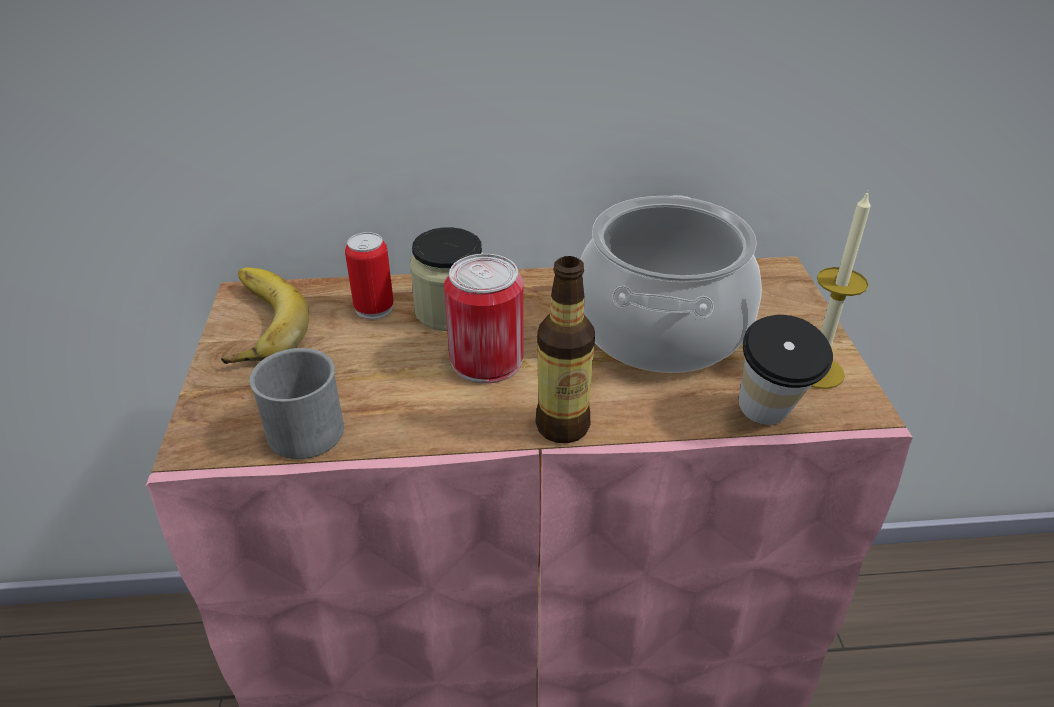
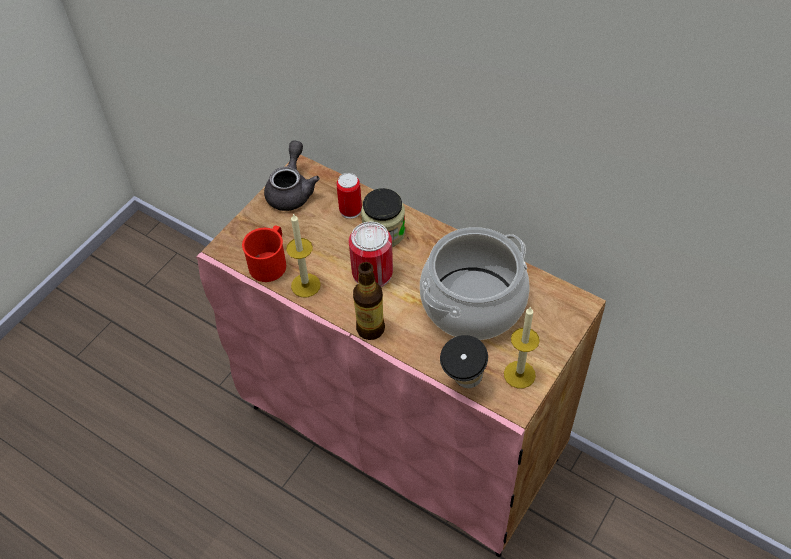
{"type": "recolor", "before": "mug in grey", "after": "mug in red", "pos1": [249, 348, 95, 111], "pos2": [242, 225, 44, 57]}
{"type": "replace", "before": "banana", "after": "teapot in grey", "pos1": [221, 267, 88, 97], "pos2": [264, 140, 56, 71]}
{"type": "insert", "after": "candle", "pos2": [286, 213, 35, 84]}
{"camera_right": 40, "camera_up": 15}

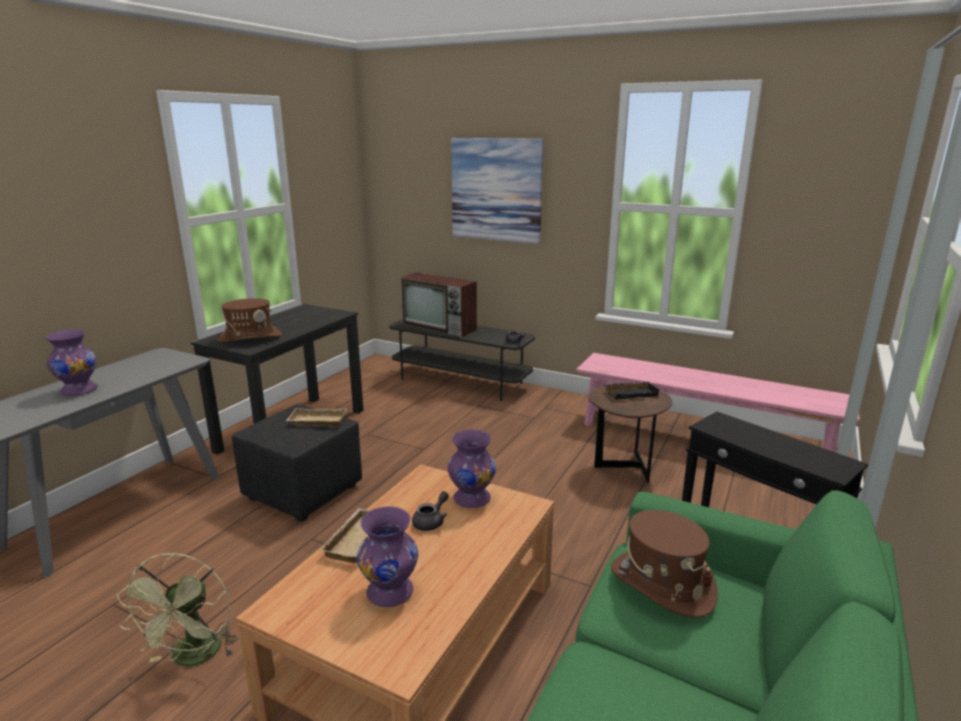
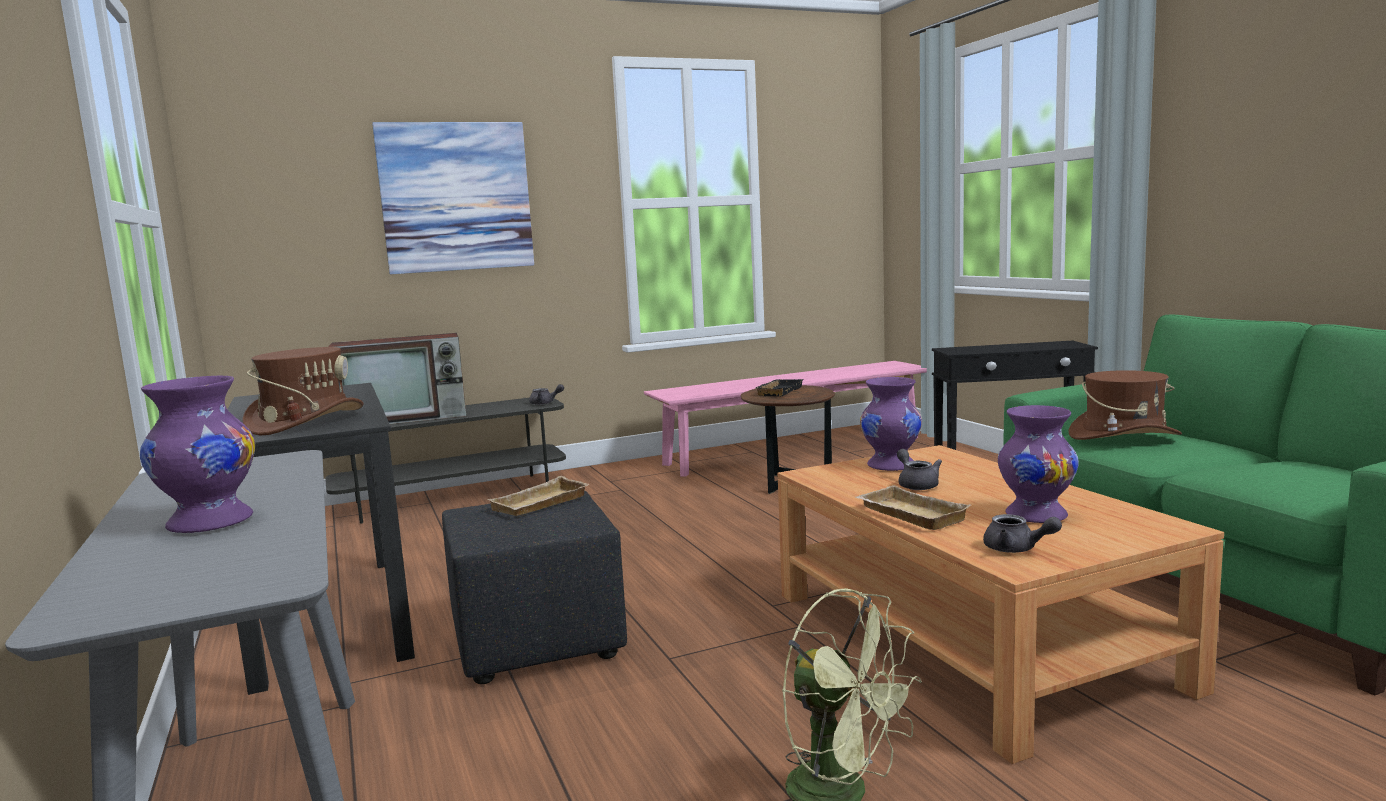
{"type": "insert", "after": "teapot in grey", "pos2": [983, 514, 79, 39]}
{"camera_right": -50, "camera_up": -10}

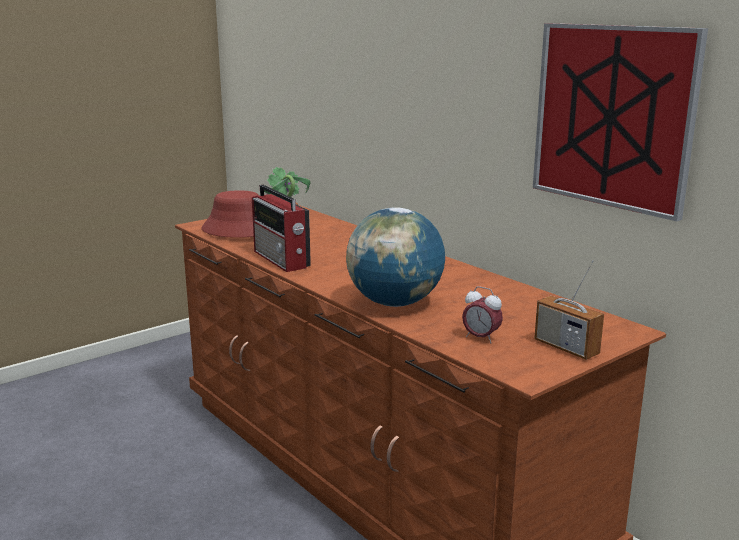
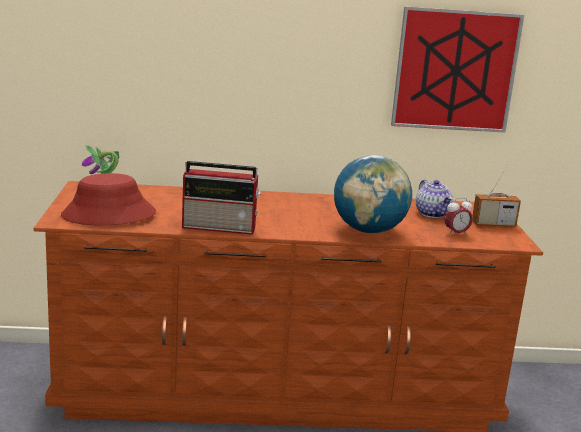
{"type": "insert", "after": "teapot", "pos2": [416, 180, 37, 38]}
{"camera_right": -55, "camera_up": 0}

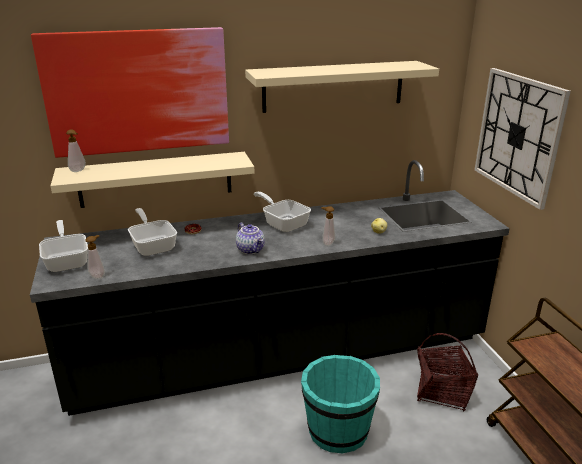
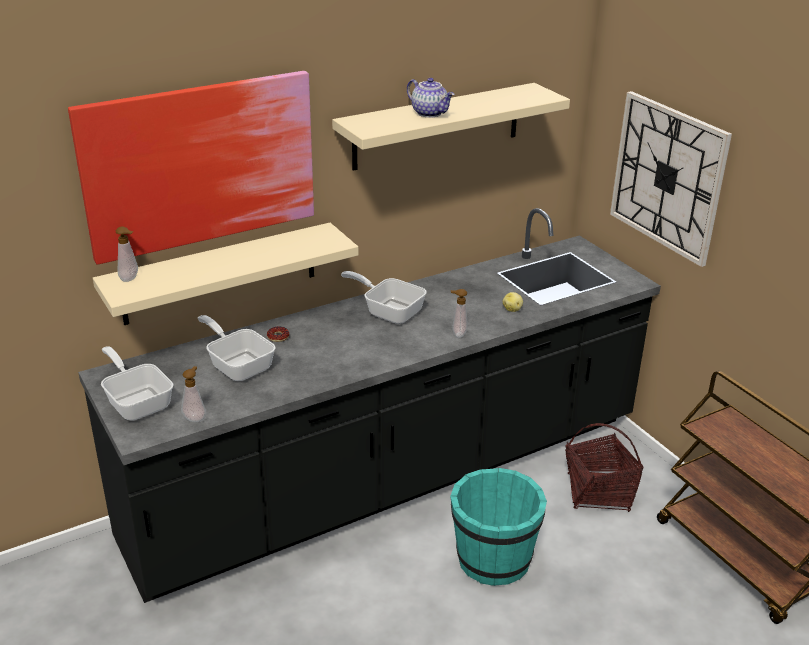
{"type": "move", "before": "teapot", "pos1": [236, 222, 29, 33], "pos2": [407, 78, 47, 40]}
{"camera_right": -15, "camera_up": 5}

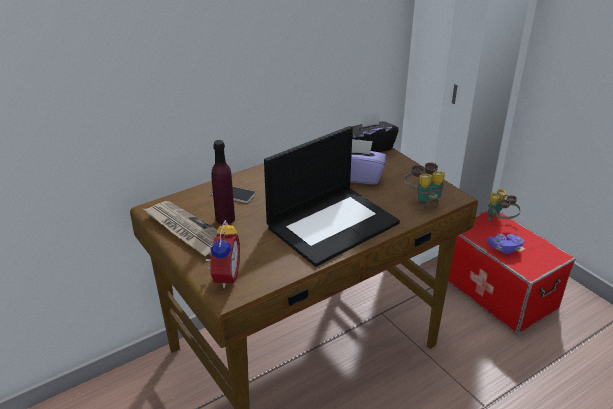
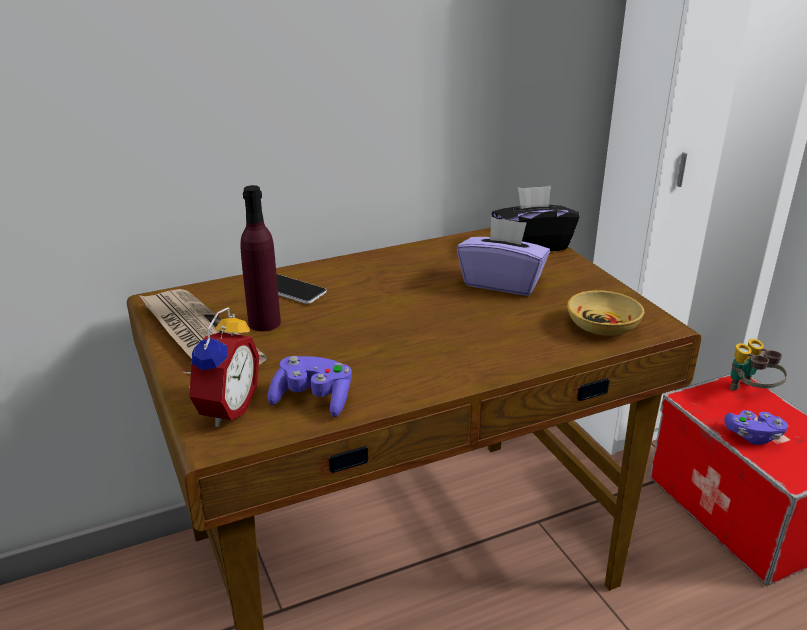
{"type": "insert", "after": "game controller in purple", "pos2": [267, 356, 85, 61]}
{"type": "replace", "before": "binoculars", "after": "bowl in beige", "pos1": [404, 162, 41, 47], "pos2": [567, 290, 77, 46]}
{"type": "delete", "before": "laptop", "pos1": [264, 126, 136, 141]}
{"camera_right": 10, "camera_up": -5}

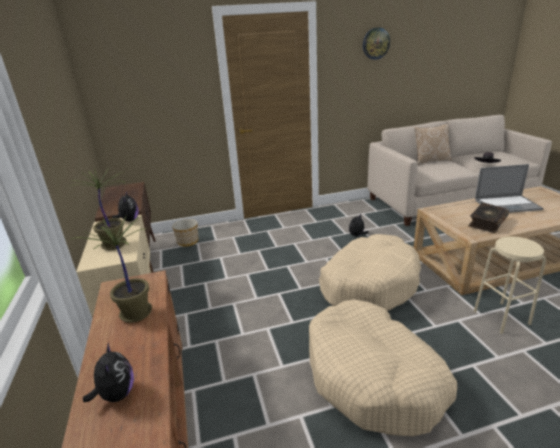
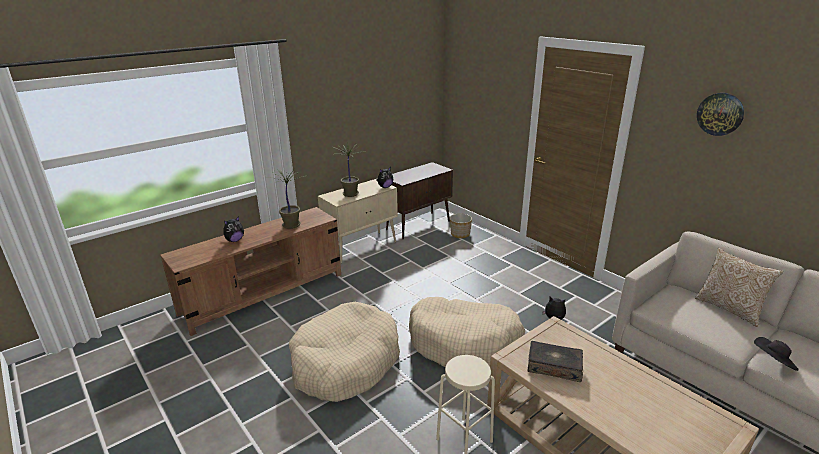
{"type": "delete", "before": "laptop", "pos1": [475, 164, 69, 49]}
{"camera_right": 65, "camera_up": 0}

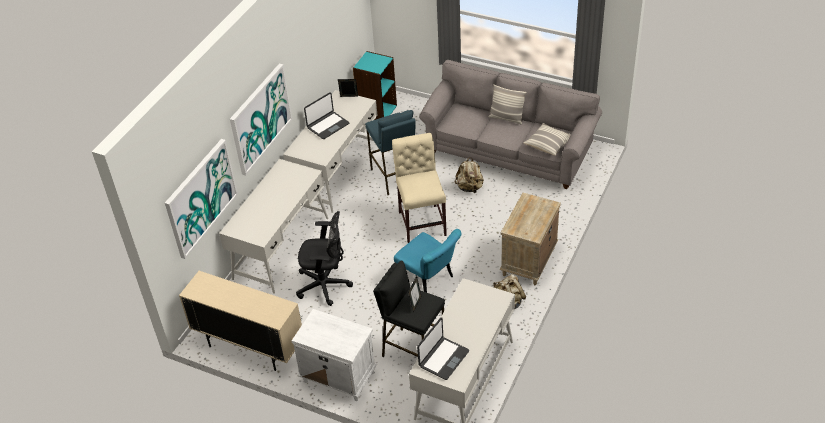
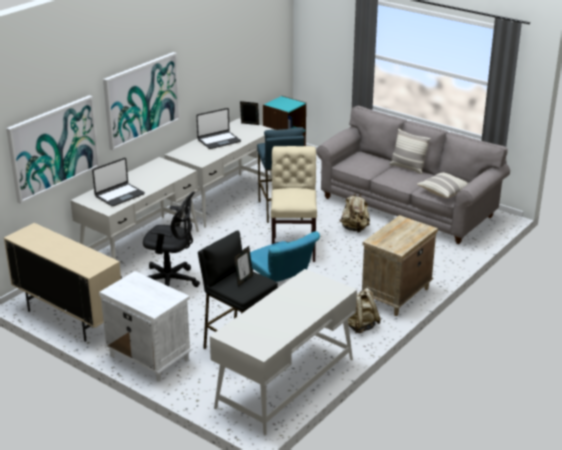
{"type": "move", "before": "laptop", "pos1": [417, 317, 52, 63], "pos2": [92, 158, 53, 48]}
{"camera_right": 10, "camera_up": -15}

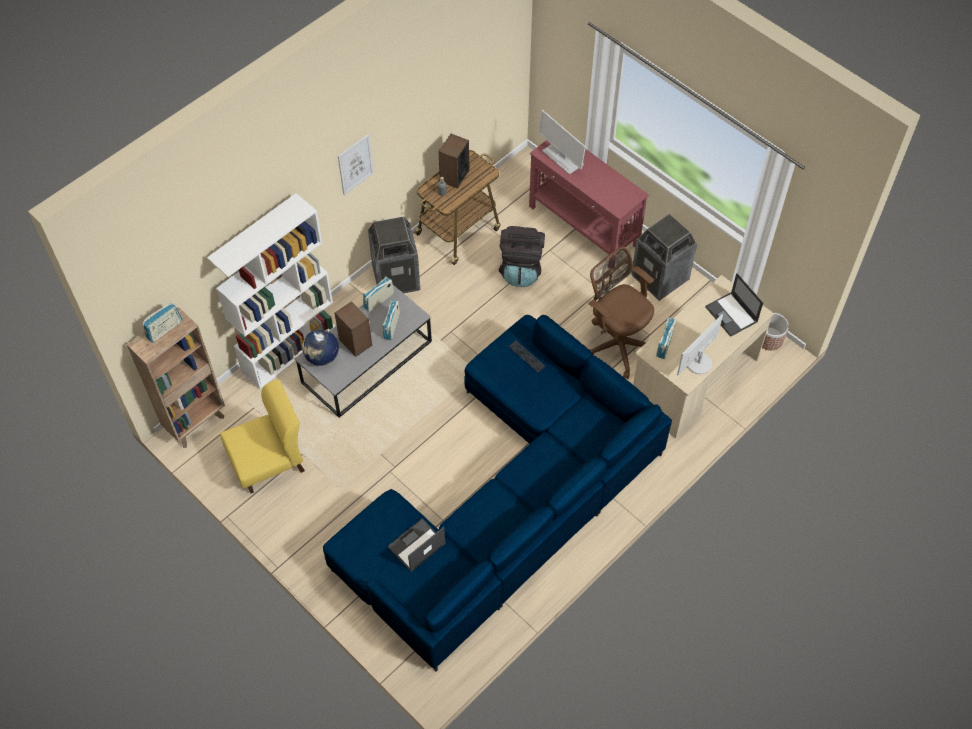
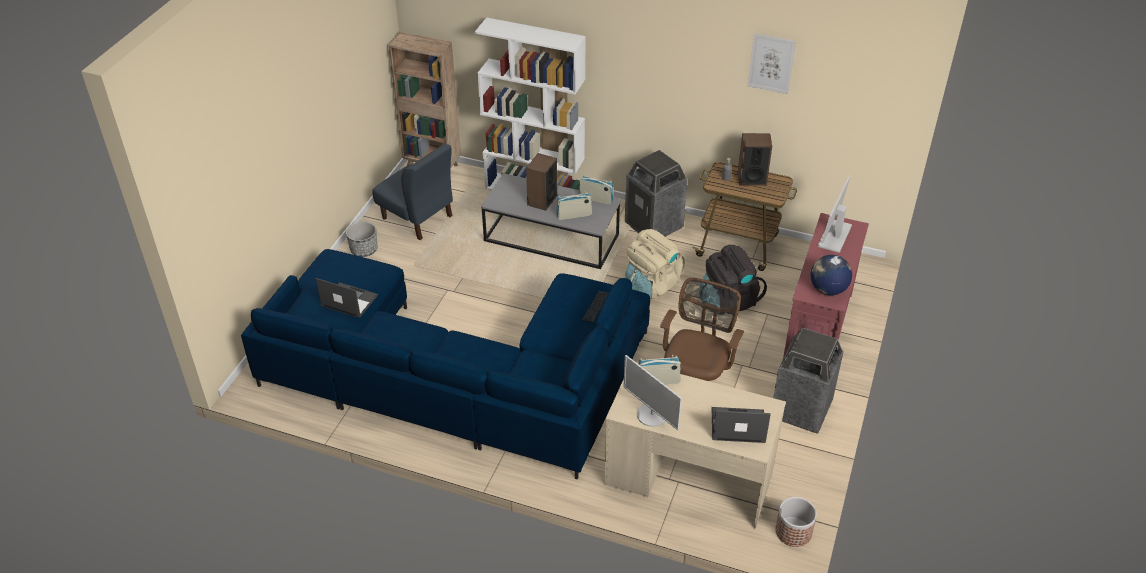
{"type": "insert", "after": "planter", "pos2": [346, 221, 31, 36]}
{"type": "recolor", "before": "chair in yellow", "after": "chair in blue", "pos1": [220, 379, 85, 114], "pos2": [372, 144, 81, 96]}
{"type": "rotate", "before": "monitor", "pos1": [677, 314, 46, 61], "pos2": [623, 355, 59, 75], "turn": -150}
{"type": "insert", "after": "backpack in beige", "pos2": [625, 229, 61, 70]}
{"type": "rotate", "before": "laptop", "pos1": [705, 273, 58, 64], "pos2": [711, 407, 60, 36], "turn": 60}
{"type": "move", "before": "picture", "pos1": [338, 134, 36, 61], "pos2": [748, 33, 48, 61]}
{"type": "move", "before": "globe", "pos1": [302, 329, 37, 37], "pos2": [811, 255, 41, 41]}
{"type": "delete", "before": "radio", "pos1": [143, 302, 39, 41]}
{"camera_right": 65, "camera_up": -15}

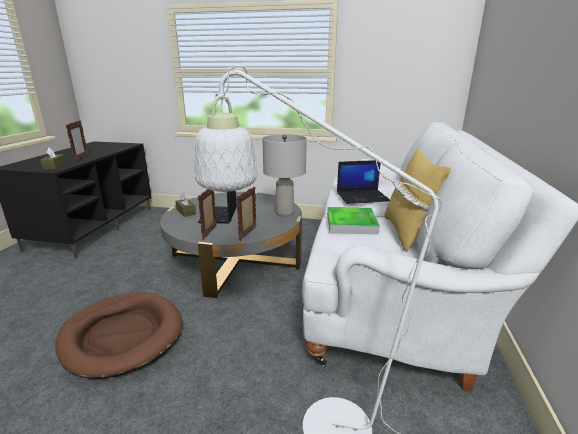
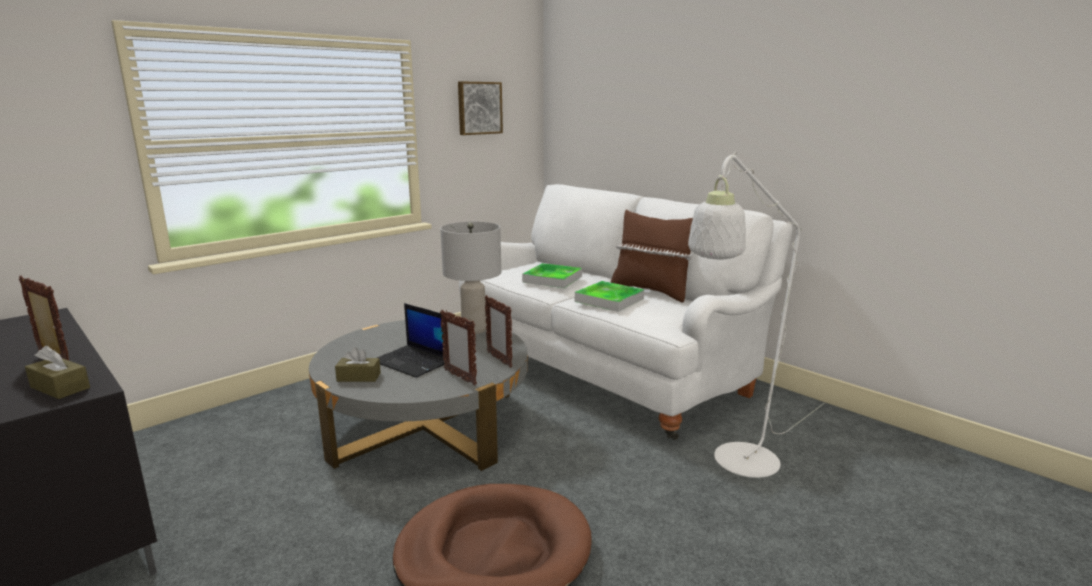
{"type": "insert", "after": "picture", "pos2": [458, 81, 45, 54]}
{"type": "replace", "before": "laptop", "after": "tray", "pos1": [337, 160, 53, 44], "pos2": [522, 263, 60, 25]}
{"type": "recolor", "before": "pillow in yellow", "after": "pillow in brown", "pos1": [384, 148, 67, 104], "pos2": [610, 210, 83, 93]}
{"camera_right": -55, "camera_up": -5}

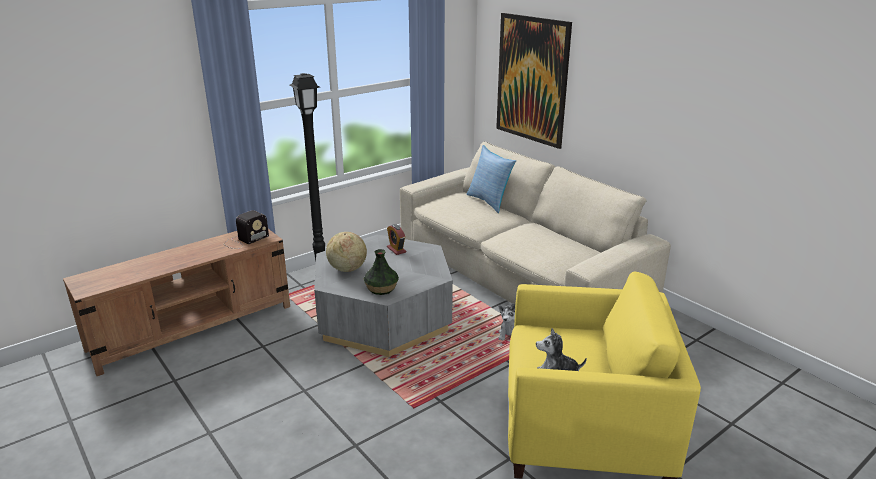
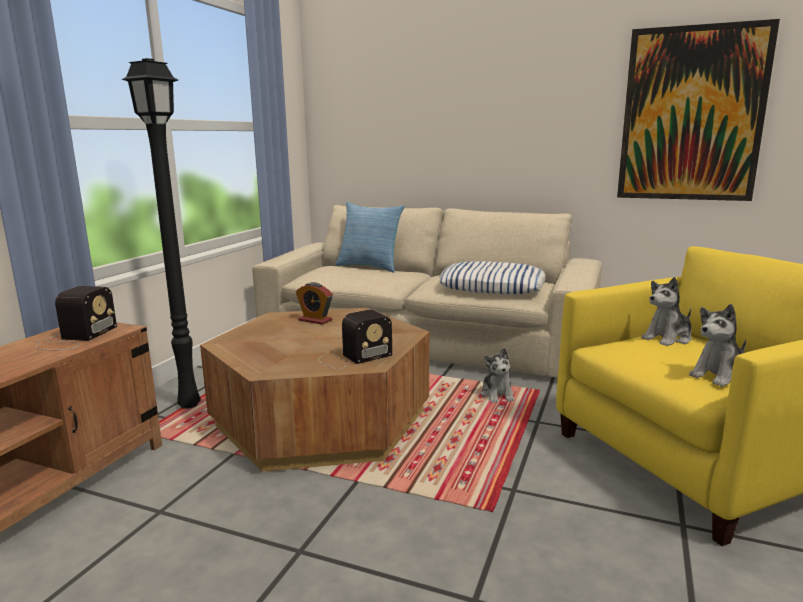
{"type": "recolor", "before": "coffee table in grey", "after": "coffee table in brown", "pos1": [314, 234, 139, 123], "pos2": [200, 308, 229, 164]}
{"type": "replace", "before": "vase", "after": "radio", "pos1": [363, 249, 36, 46], "pos2": [318, 310, 74, 59]}
{"type": "insert", "after": "pillow", "pos2": [439, 261, 107, 33]}
{"type": "move", "before": "picture", "pos1": [496, 13, 76, 136], "pos2": [617, 19, 163, 182]}
{"type": "insert", "after": "plush toy", "pos2": [641, 277, 51, 69]}
{"type": "delete", "before": "globe", "pos1": [326, 232, 41, 40]}
{"camera_right": -30, "camera_up": -10}

